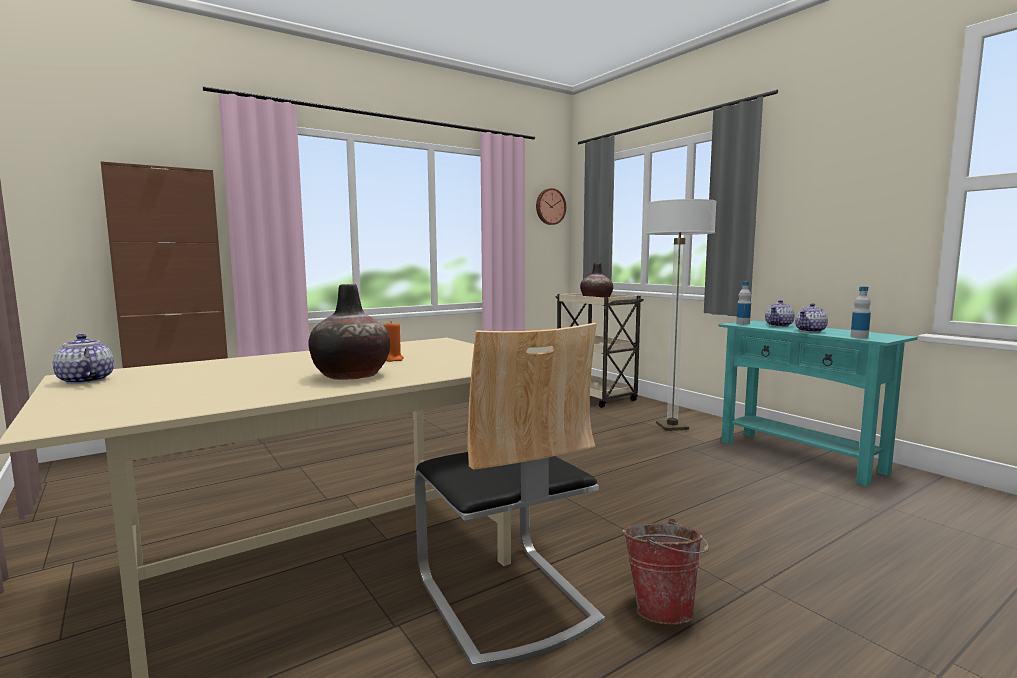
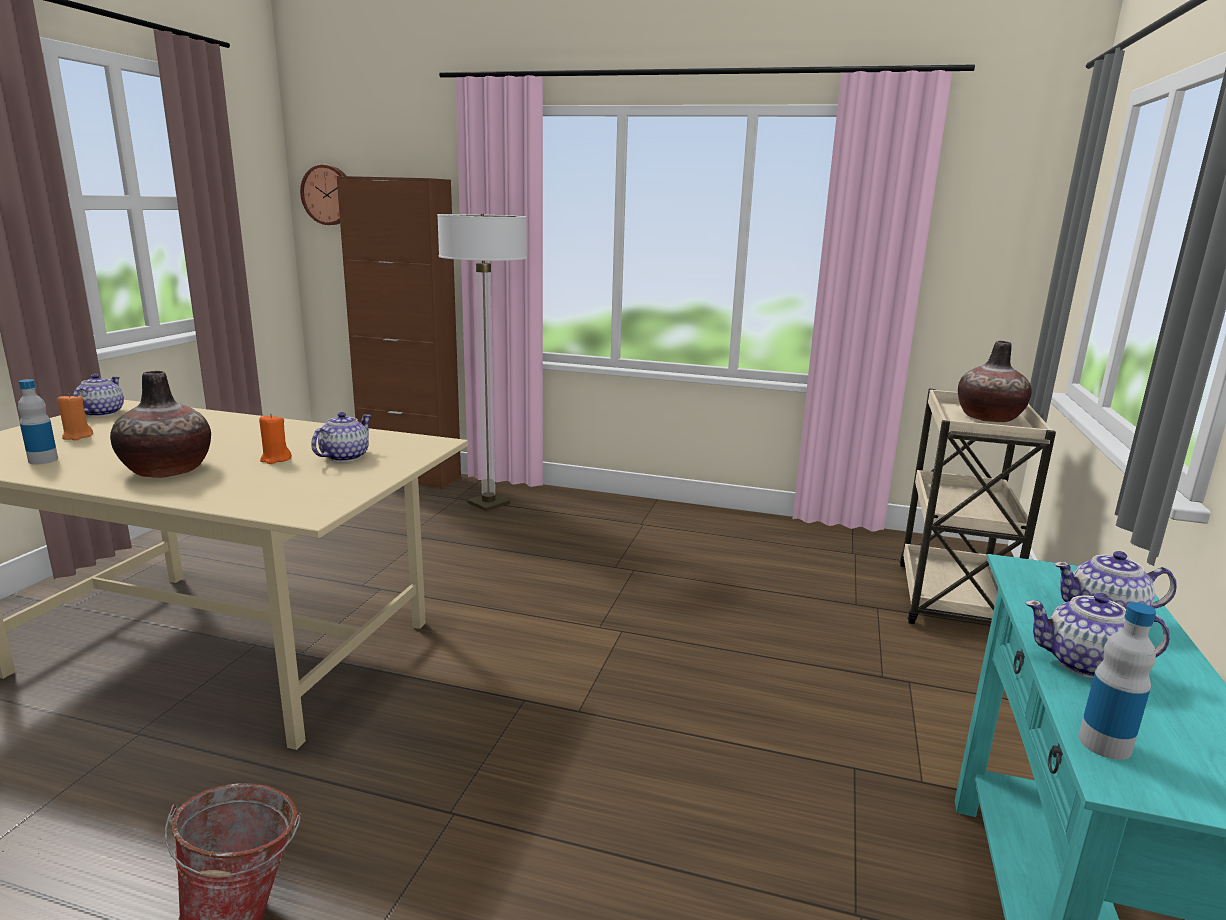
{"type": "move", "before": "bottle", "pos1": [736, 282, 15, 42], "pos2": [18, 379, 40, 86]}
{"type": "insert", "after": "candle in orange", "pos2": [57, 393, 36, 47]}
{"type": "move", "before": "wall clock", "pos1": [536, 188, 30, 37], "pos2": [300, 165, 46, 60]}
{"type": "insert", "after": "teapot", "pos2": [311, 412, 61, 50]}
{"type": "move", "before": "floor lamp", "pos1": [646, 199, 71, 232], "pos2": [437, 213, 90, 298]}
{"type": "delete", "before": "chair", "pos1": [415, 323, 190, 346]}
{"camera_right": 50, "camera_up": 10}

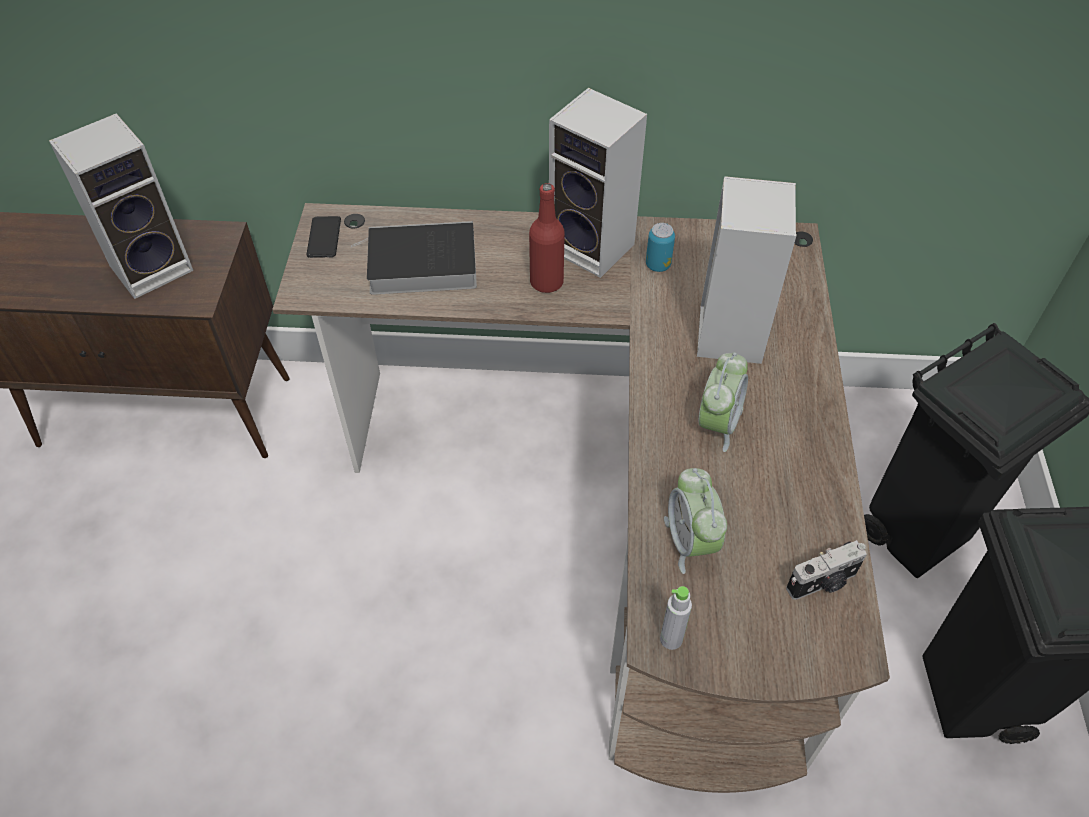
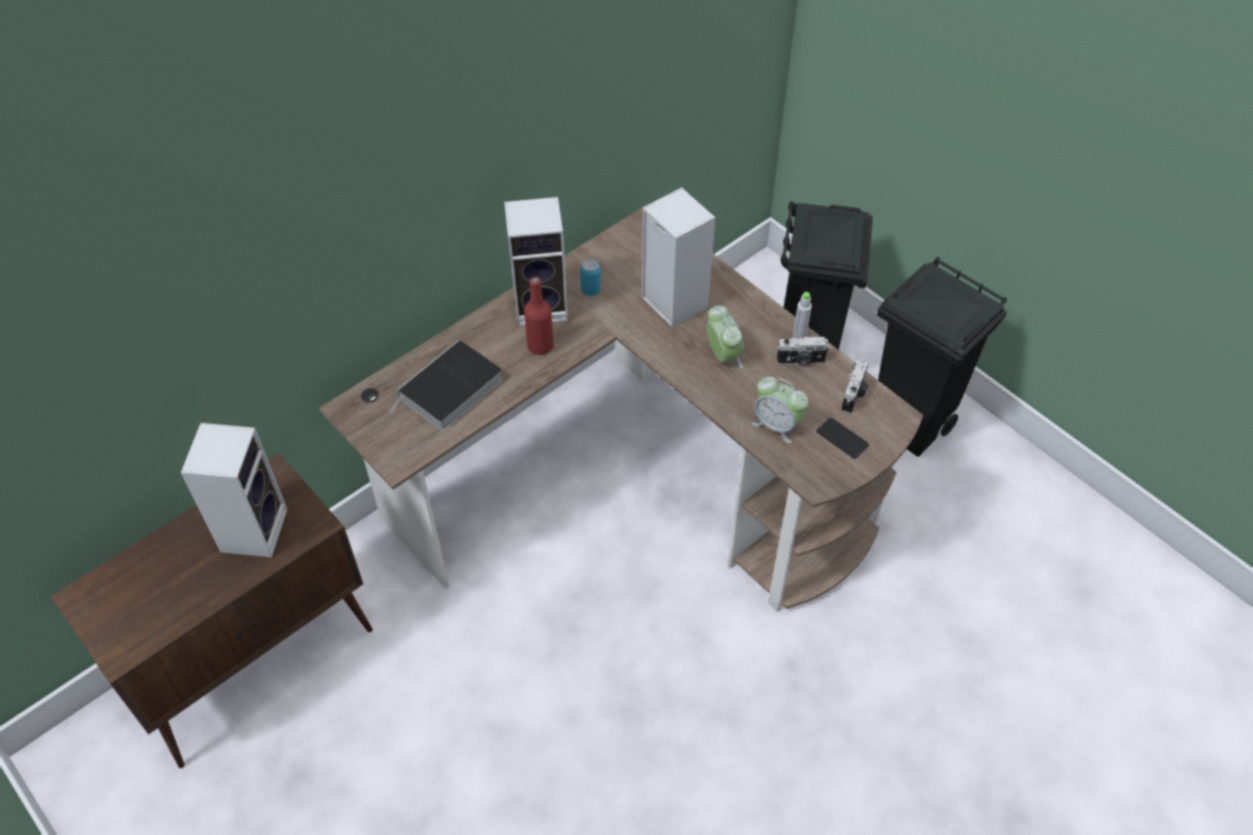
{"type": "insert", "after": "photo camera", "pos2": [777, 336, 52, 30]}
{"type": "move", "before": "bottle in grey", "pos1": [660, 586, 32, 64], "pos2": [793, 292, 19, 46]}
{"type": "move", "before": "phone", "pos1": [306, 216, 35, 42], "pos2": [816, 418, 53, 40]}
{"camera_right": -45, "camera_up": 0}

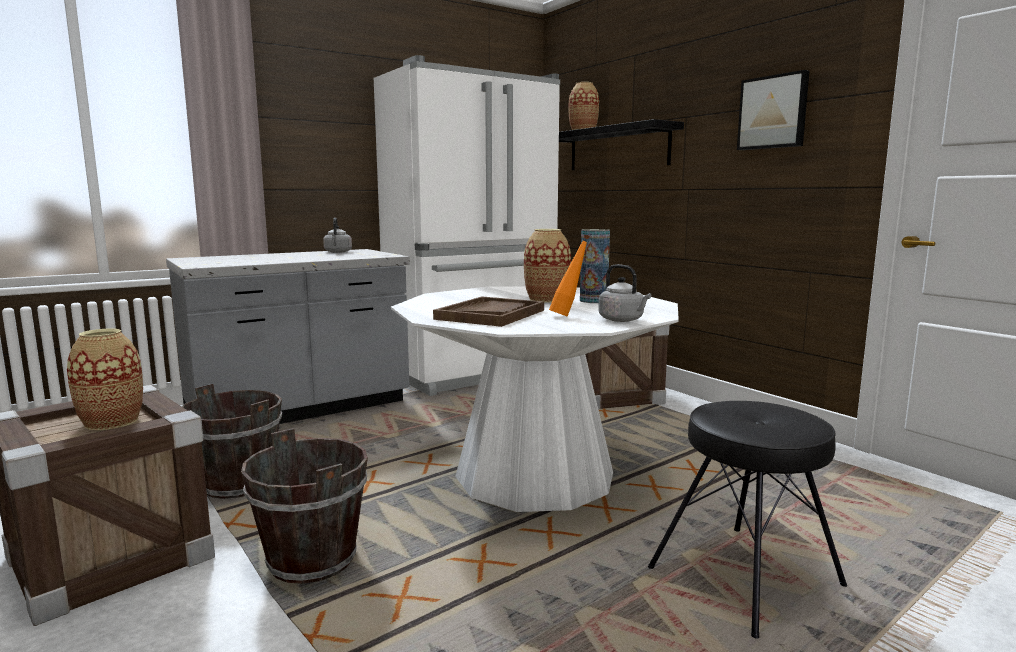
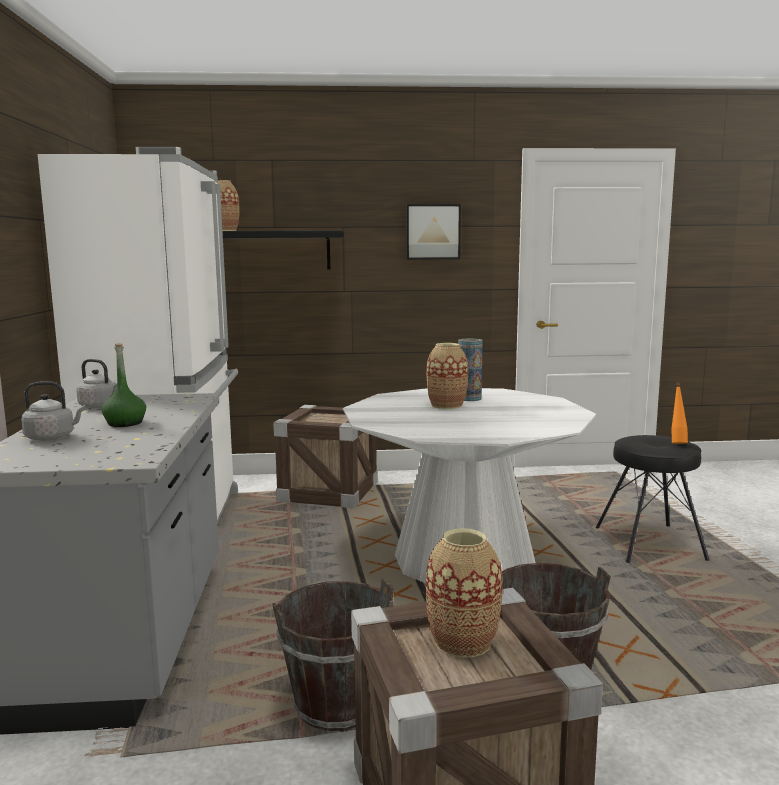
{"type": "move", "before": "kettle in grey", "pos1": [598, 264, 53, 58], "pos2": [21, 381, 65, 60]}
{"type": "insert", "after": "bottle in green", "pos2": [101, 343, 45, 84]}
{"type": "move", "before": "bottle in orange", "pos1": [549, 234, 41, 83], "pos2": [671, 382, 17, 62]}
{"type": "delete", "before": "tray in brown", "pos1": [433, 297, 111, 30]}
{"camera_right": -60, "camera_up": 0}

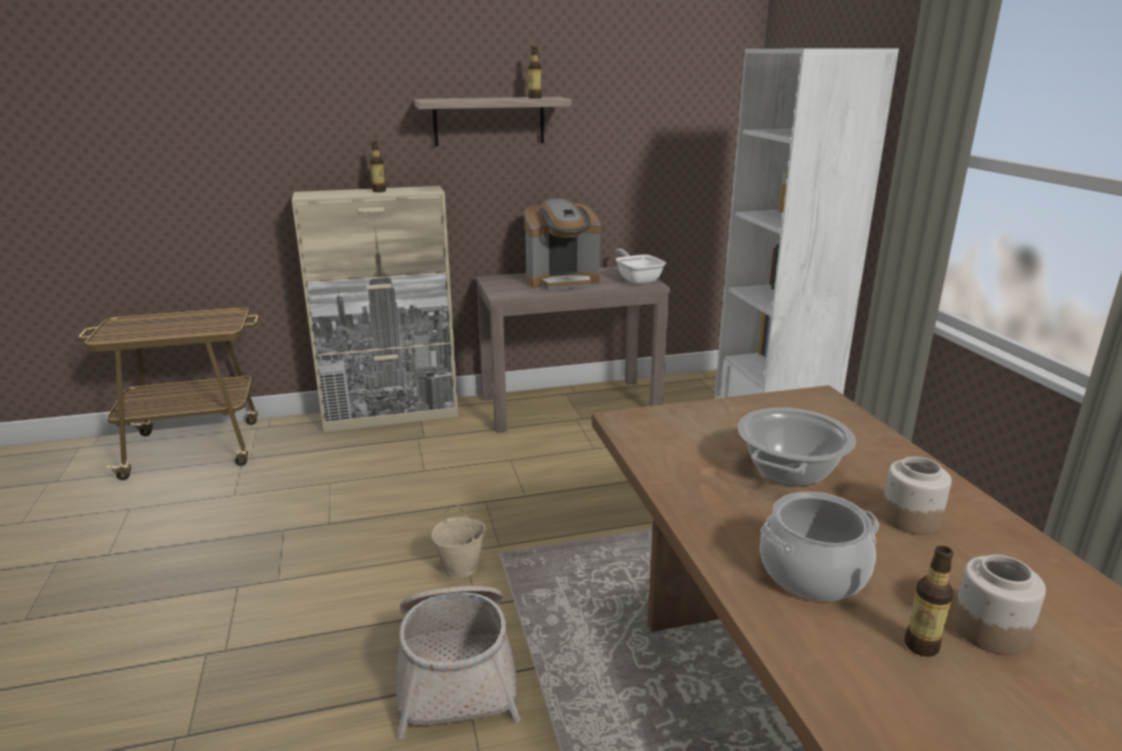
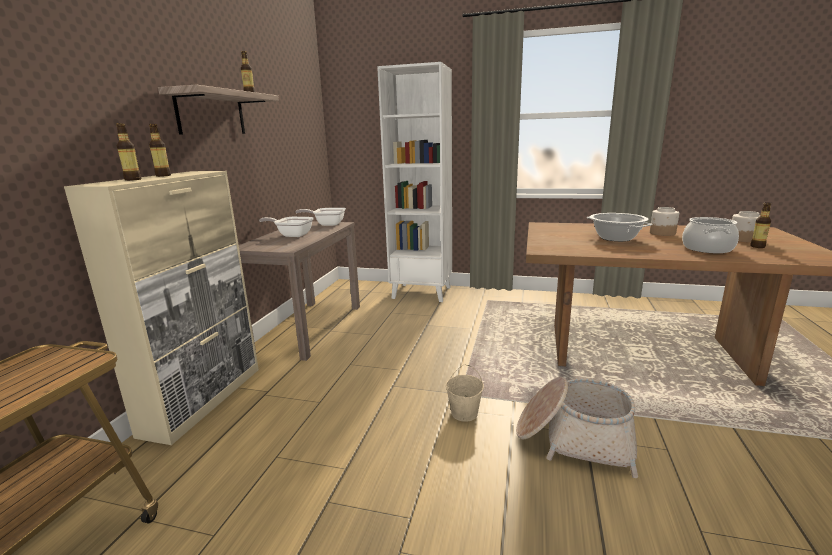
{"type": "insert", "after": "bottle", "pos2": [116, 123, 26, 58]}
{"type": "replace", "before": "coffee machine", "after": "frying pan", "pos1": [524, 199, 77, 91], "pos2": [259, 217, 54, 20]}
{"camera_right": -60, "camera_up": -5}

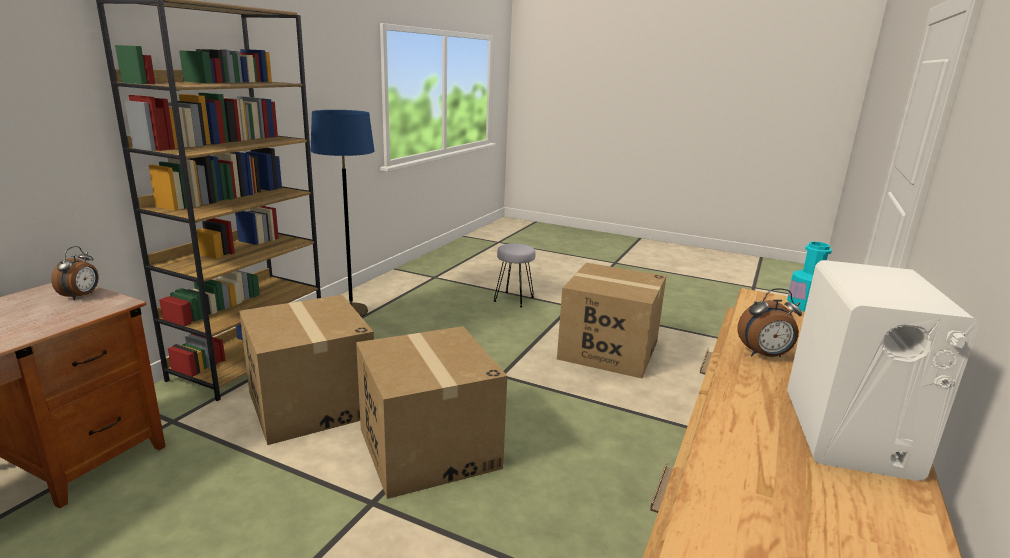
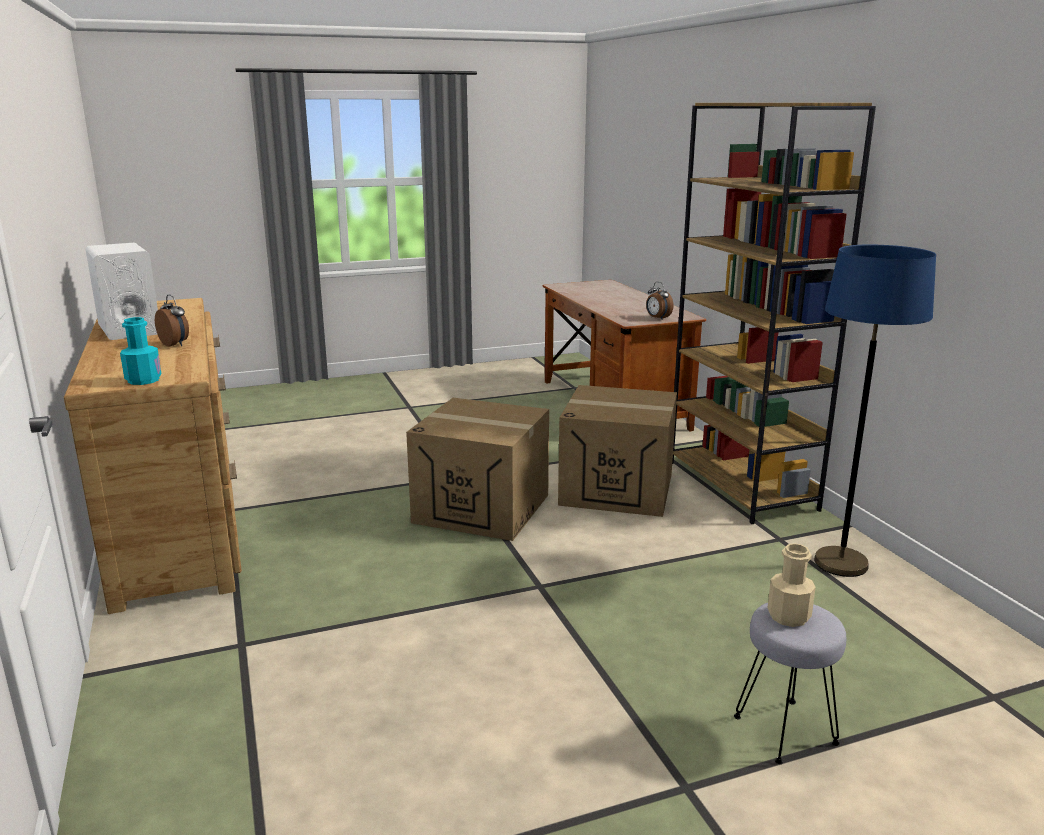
{"type": "rotate", "before": "alarm clock", "pos1": [737, 288, 65, 69], "pos2": [155, 295, 34, 52], "turn": 90}
{"type": "insert", "after": "bottle in beige", "pos2": [767, 543, 49, 84]}
{"type": "delete", "before": "cardboard box", "pos1": [557, 263, 109, 115]}
{"camera_right": 135, "camera_up": 0}

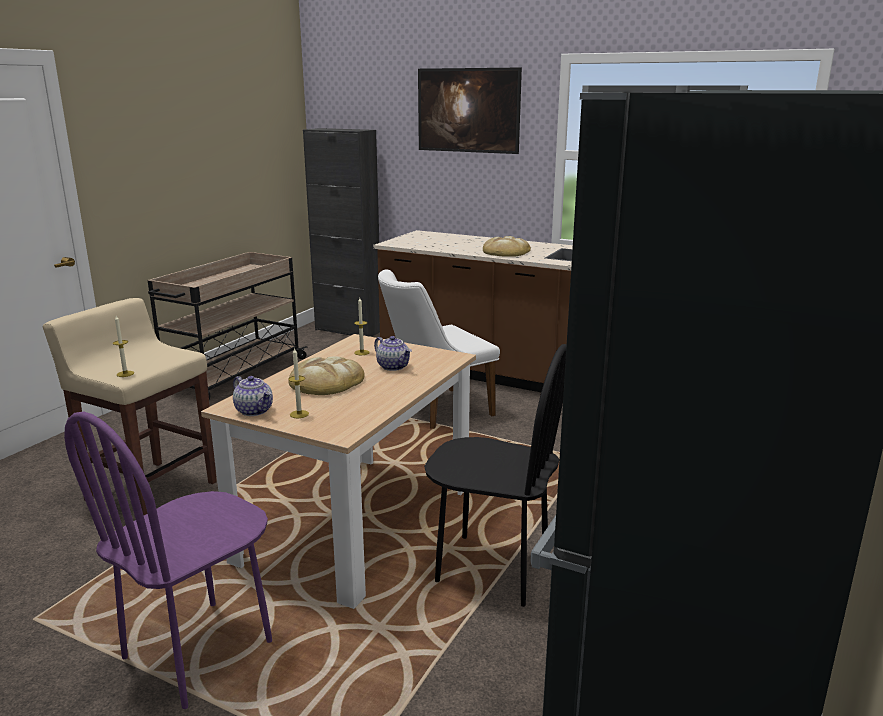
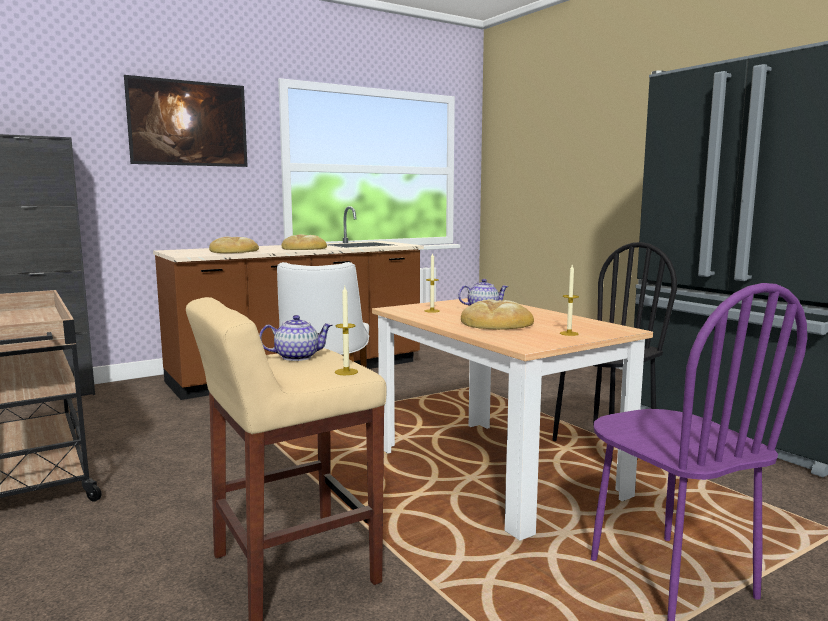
{"type": "insert", "after": "bread", "pos2": [209, 236, 50, 17]}
{"type": "move", "before": "teapot", "pos1": [233, 376, 40, 40], "pos2": [259, 315, 74, 46]}
{"camera_right": -60, "camera_up": -10}

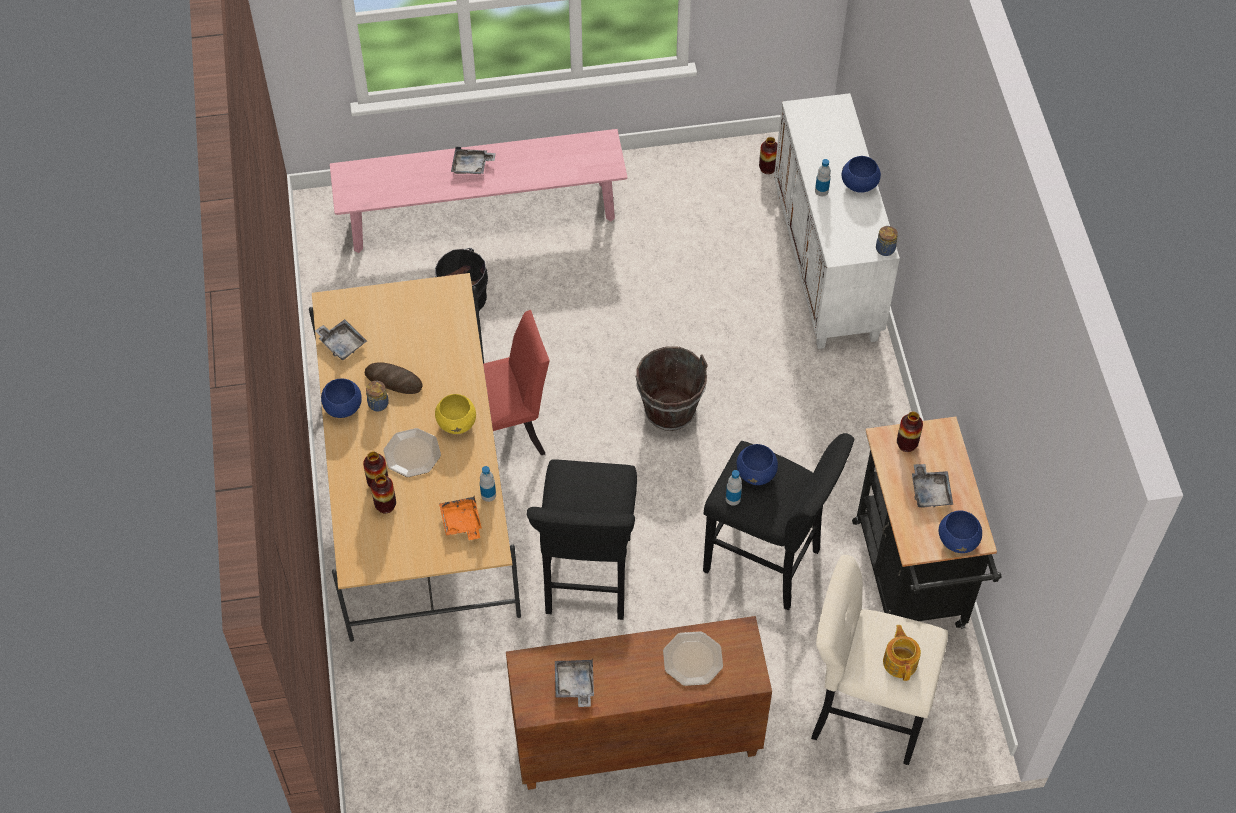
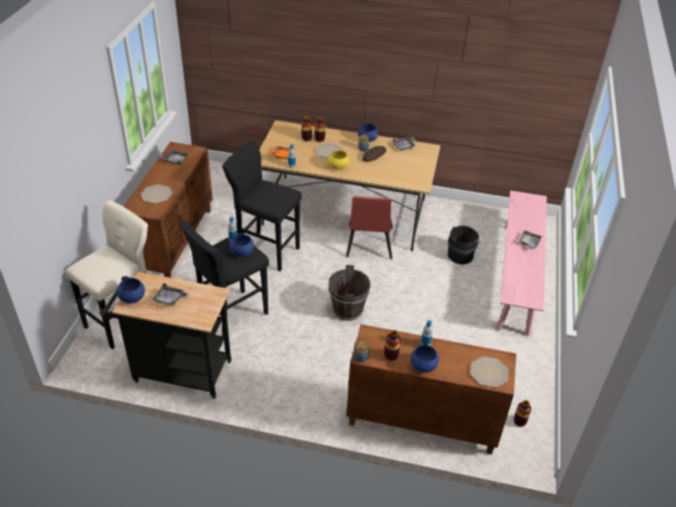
{"type": "recolor", "before": "cabinet in white", "after": "cabinet in brown", "pos1": [774, 93, 126, 256], "pos2": [346, 324, 170, 130]}
{"type": "move", "before": "vase", "pos1": [897, 412, 26, 40], "pos2": [384, 330, 17, 31]}
{"type": "insert", "after": "plate", "pos2": [470, 356, 38, 31]}
{"type": "delete", "before": "teapot", "pos1": [883, 625, 38, 56]}
{"camera_right": 110, "camera_up": -15}

